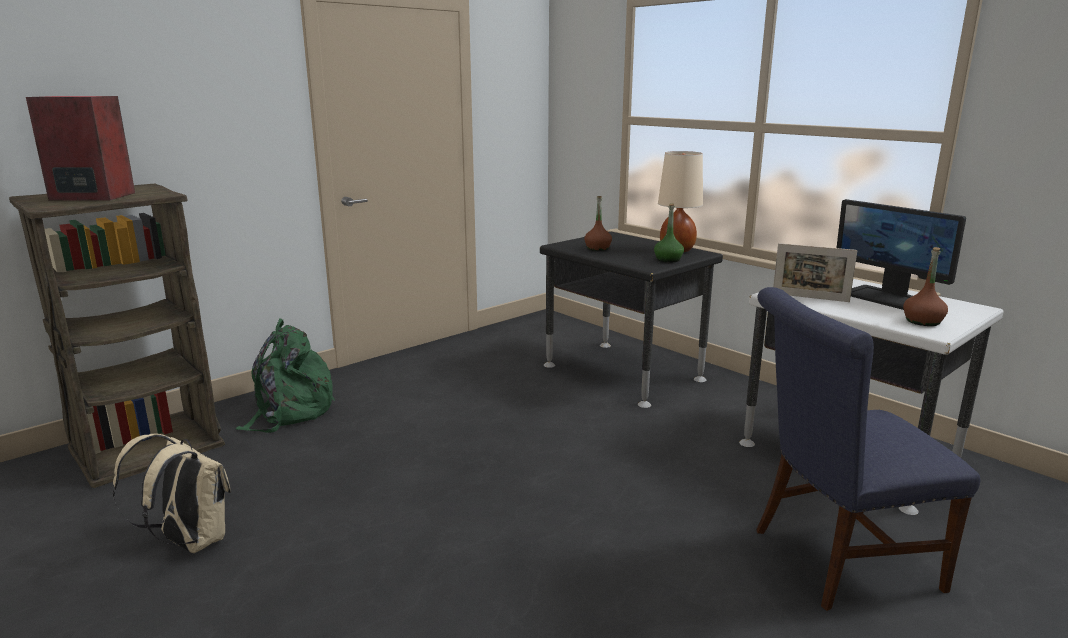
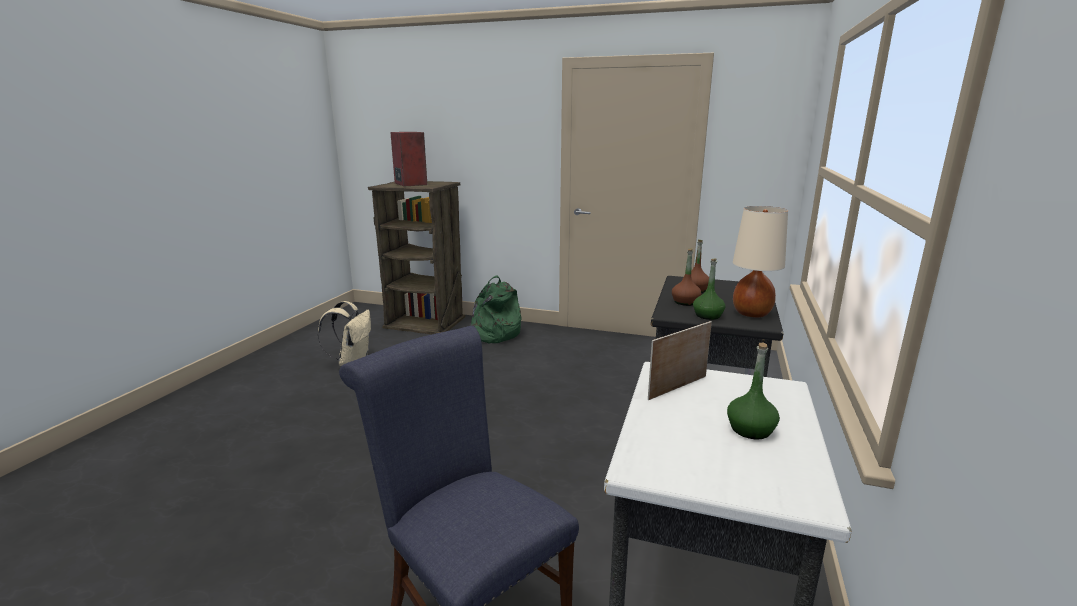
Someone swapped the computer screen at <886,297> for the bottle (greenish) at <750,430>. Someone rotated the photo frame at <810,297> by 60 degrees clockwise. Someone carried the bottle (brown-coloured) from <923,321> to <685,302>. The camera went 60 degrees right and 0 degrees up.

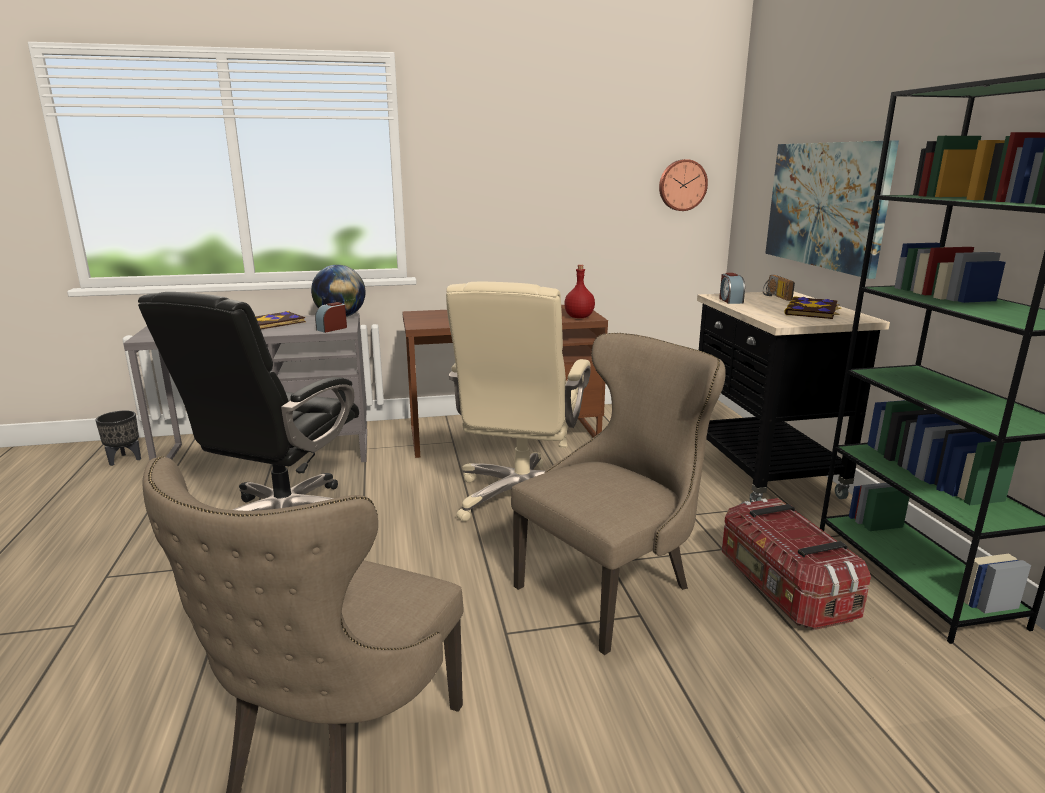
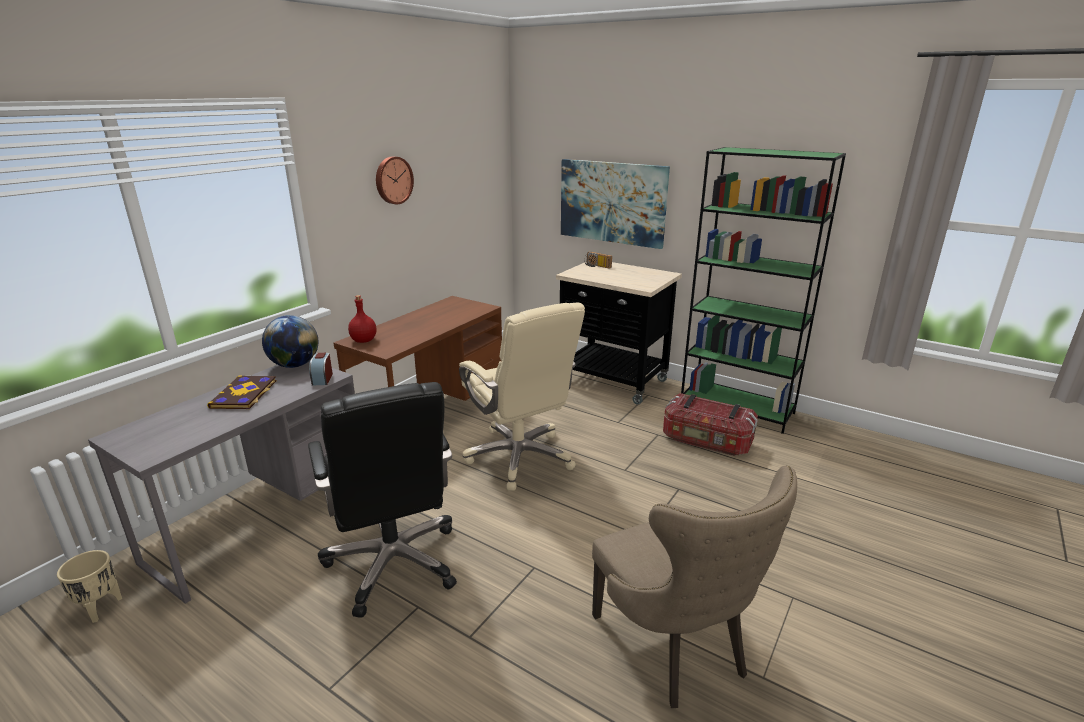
Someone carried the hanging clock from <682,185> to <393,180>. Someone carried the bottle (red) from <578,317> to <363,340>. Someone took away the alarm clock at <730,300>. Someone took away the volume at <812,310>. Someone took away the chair (beige) at <611,588>. Someone repainted the flower pot (black) at <125,459>, which became the flower pot (beige) at <100,608>. The camera went 45 degrees left and 5 degrees up.

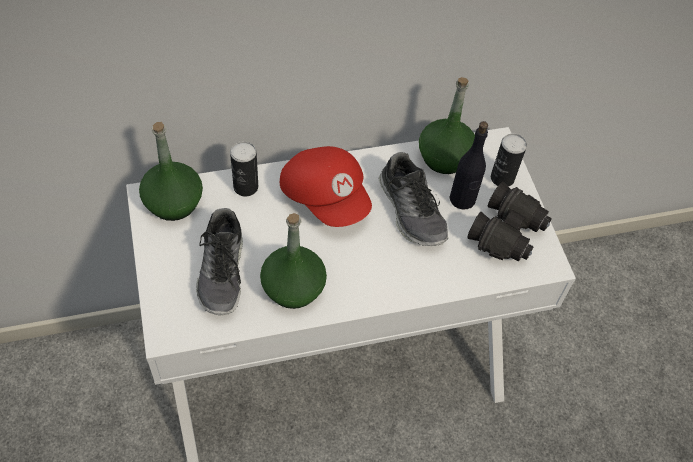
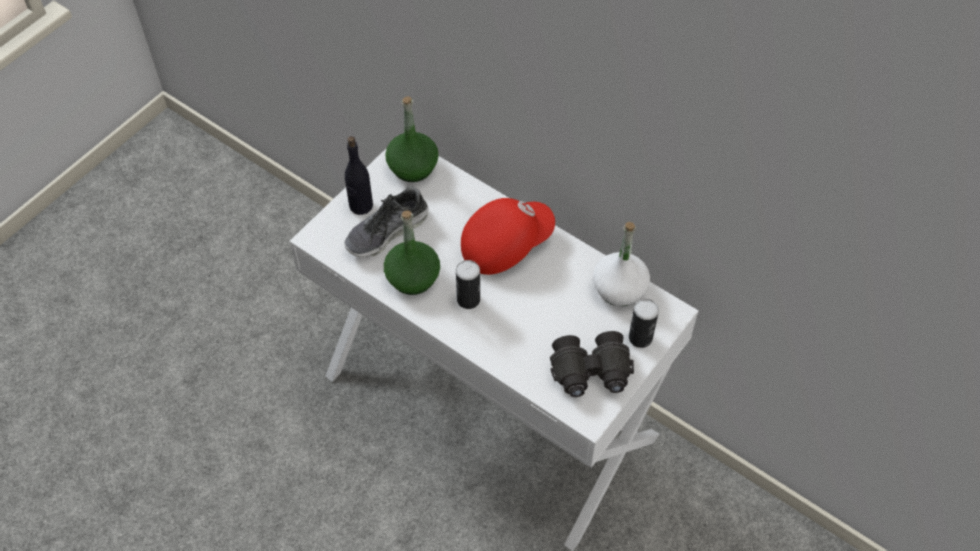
Someone repainted the bottle (greenish) at <444,157>, which became the bottle (white) at <619,289>. Someone carried the bottle (black) from <462,199> to <360,206>. Someone carried the metal can from <246,187> to <468,299>. Someone rotated the peaked cap (red) at <326,197> by 135 degrees counterclockwise. Someone took away the item of footwear at <411,211>. The camera went 55 degrees right and 0 degrees up.

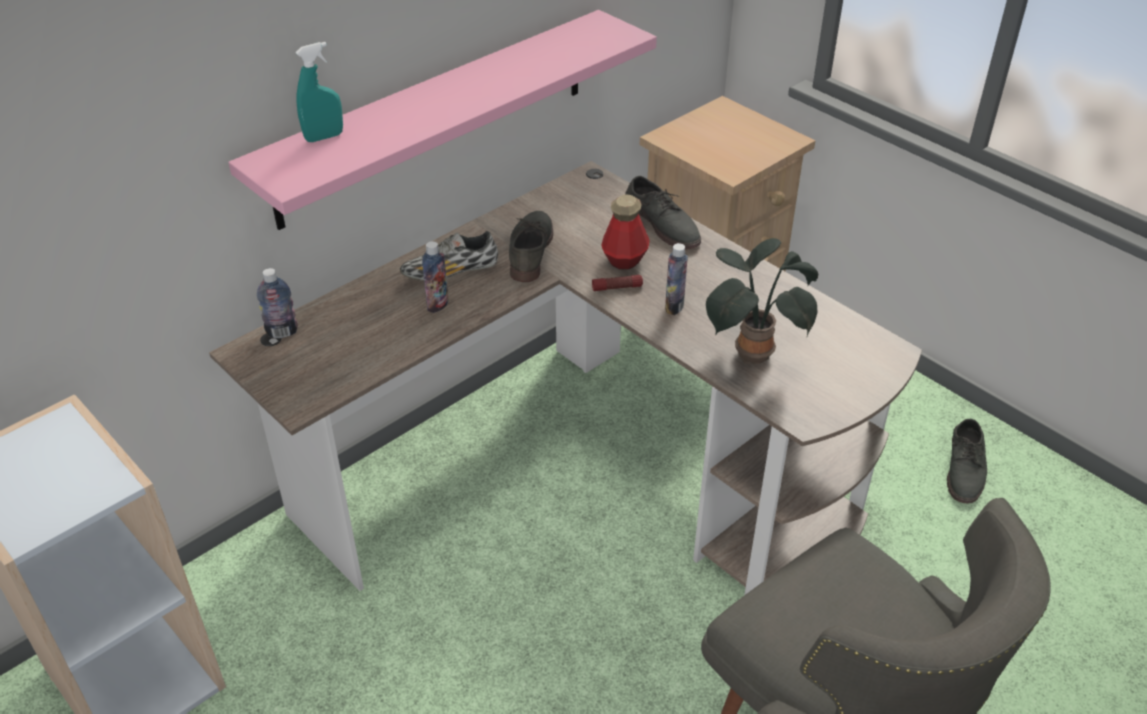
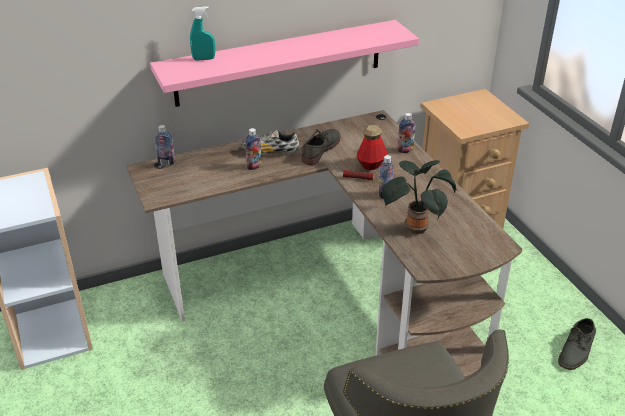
Someone swapped the item of footwear (grey) at <663,223> for the bottle at <405,150>. The camera went 20 degrees right and 5 degrees down.

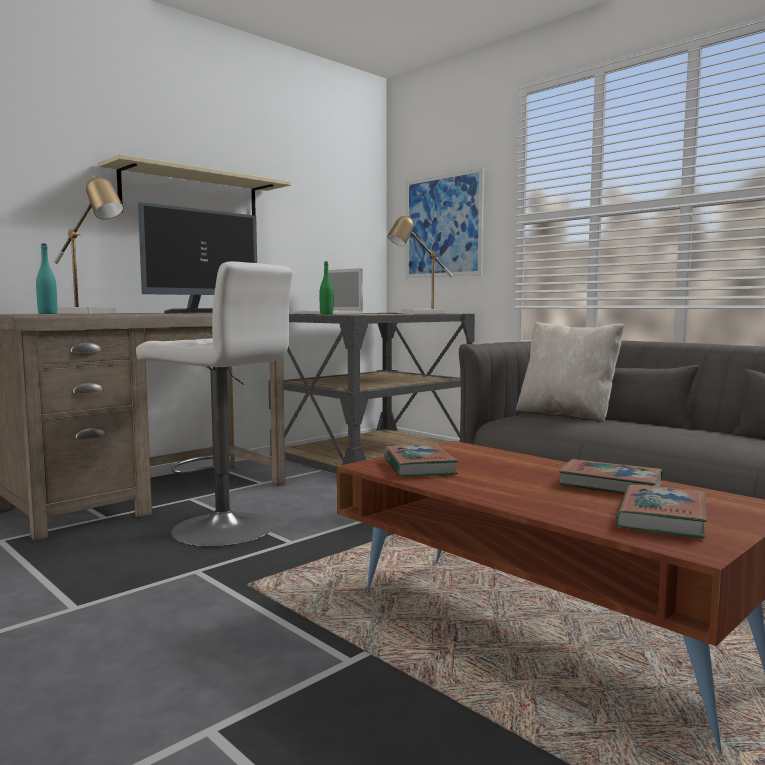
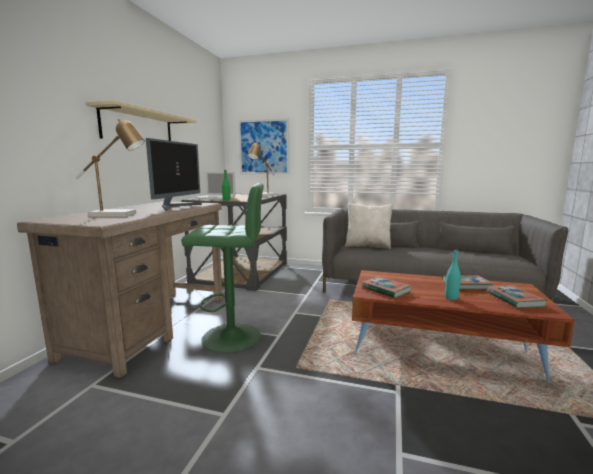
Someone carried the bottle (turquoise-coloured) from <47,314> to <451,297>. Someone repainted the sitting stool (white) at <223,530>, which became the sitting stool (greenish) at <232,337>. The camera went 30 degrees left and 5 degrees up.

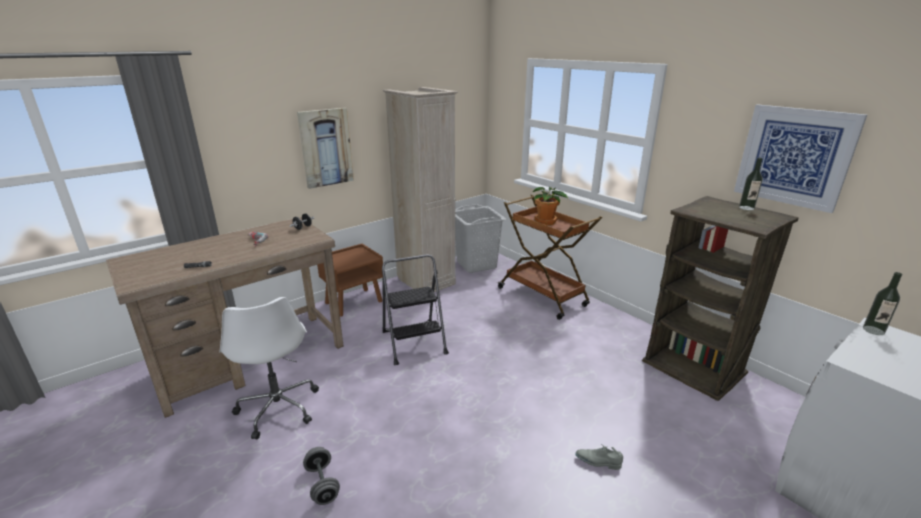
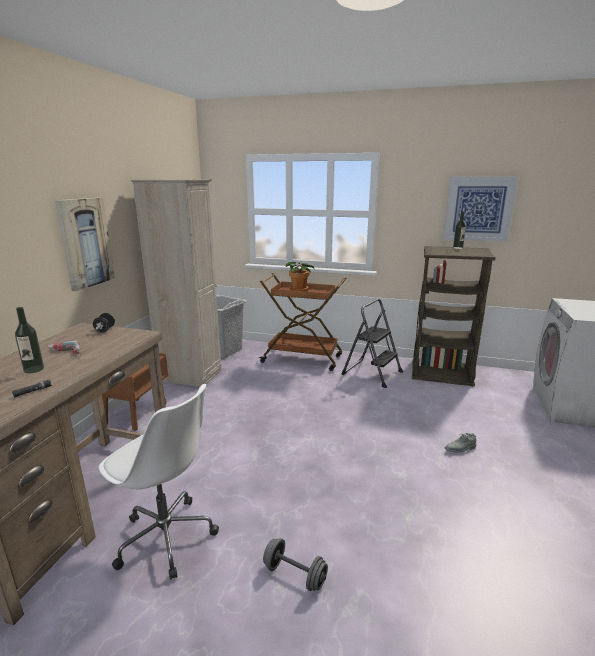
Someone carried the step ladder (black) from <413,340> to <370,372>. Someone carried the bottle from <873,330> to <34,369>. The camera went 35 degrees left and 5 degrees down.

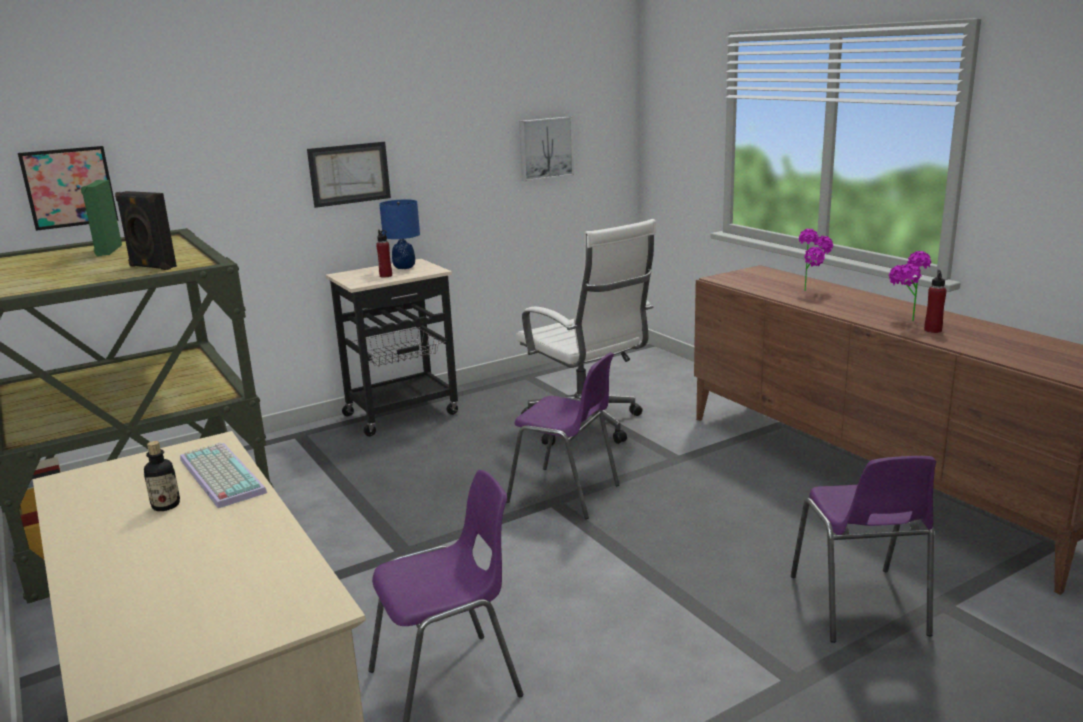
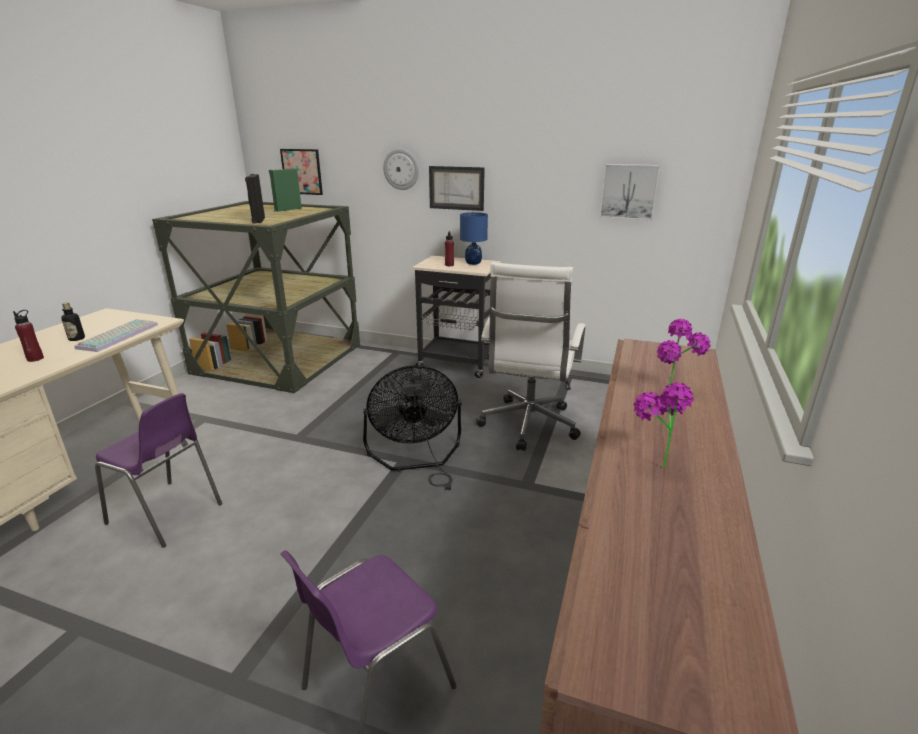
Someone carried the bottle (red) from <932,330> to <35,359>. Someone swapped the chair (purplish) at <566,494> for the cooling fan (black) at <419,460>. Someone put up the hanging clock at <401,169>. The camera went 50 degrees right and 5 degrees up.

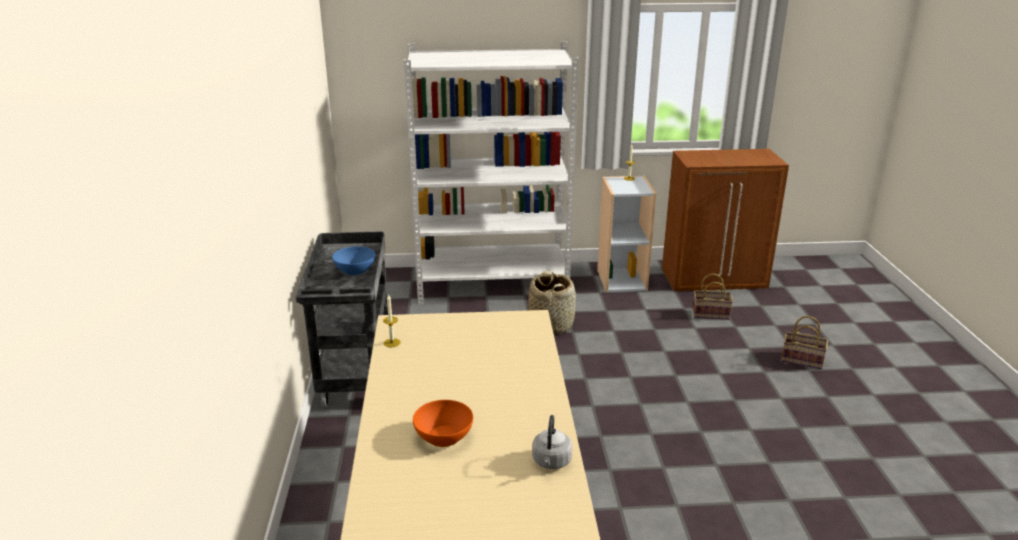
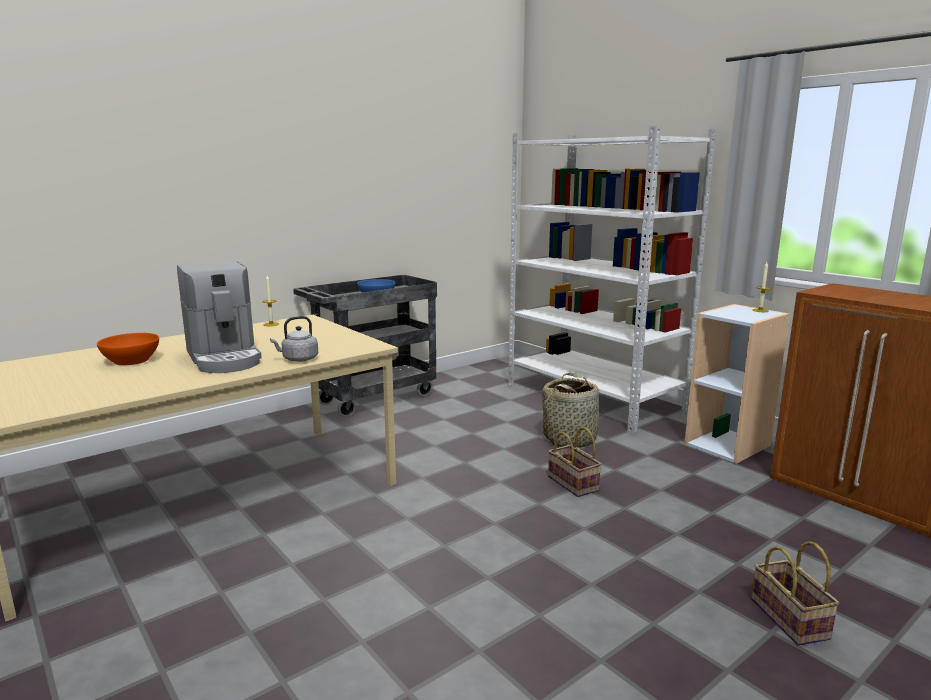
Someone carried the storage basket from <711,314> to <574,484>. Someone carried the kettle (grey) from <551,462> to <298,359>. Someone put down the coffee machine at <224,358>. The camera went 55 degrees right and 10 degrees down.

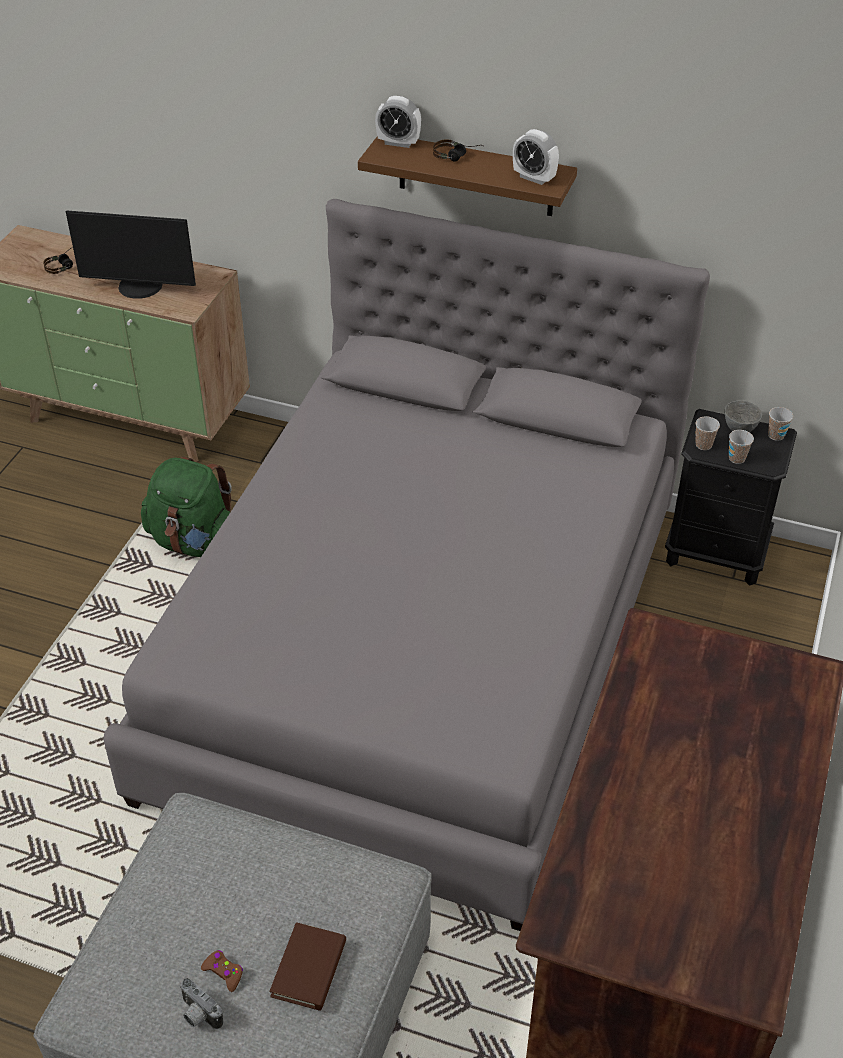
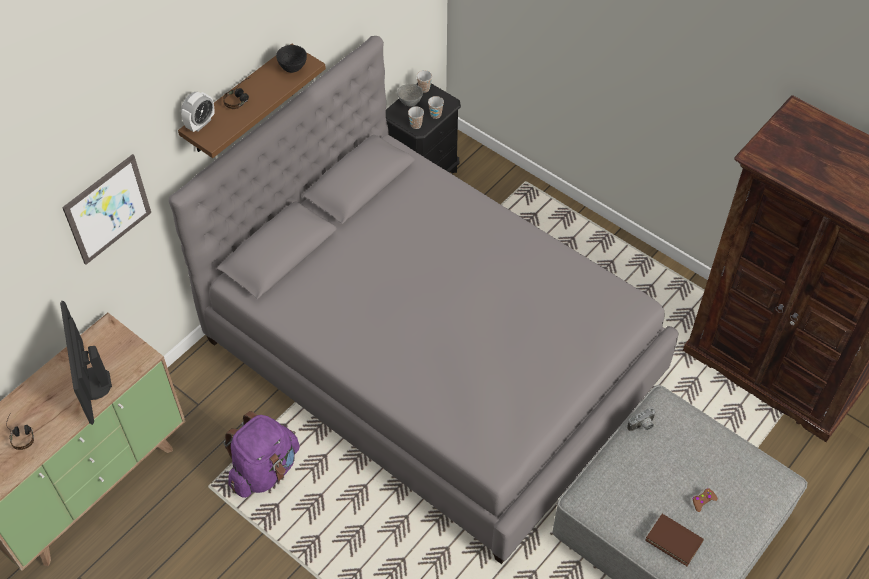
Someone swapped the alarm clock at <534,178> for the bowl (black) at <293,68>. Someone rotated the computer screen at <139,287> by 135 degrees clockwise. Someone repainted the rucksack (greenish) at <194,542>, which became the rucksack (purplish) at <265,470>. Someone carried the volume (brown-coloured) from <309,969> to <674,540>. Someone carried the still camera from <198,1015> to <642,426>. Someone put up the picture at <108,209>. The camera went 70 degrees left and 10 degrees up.

